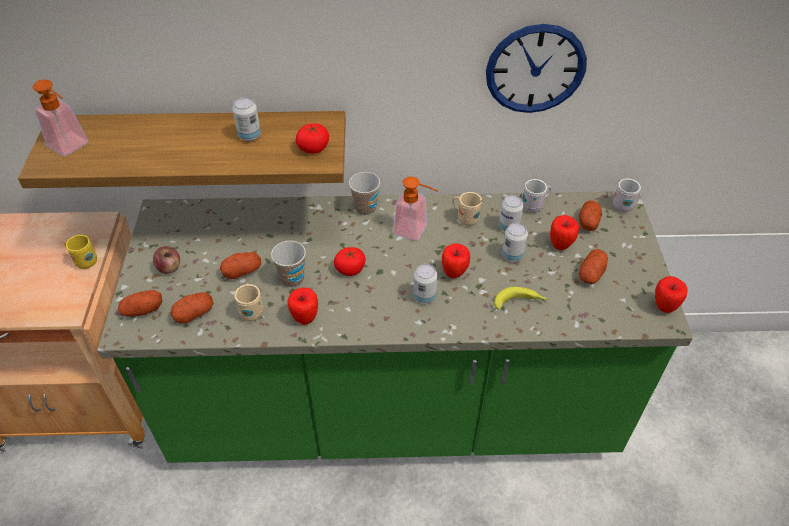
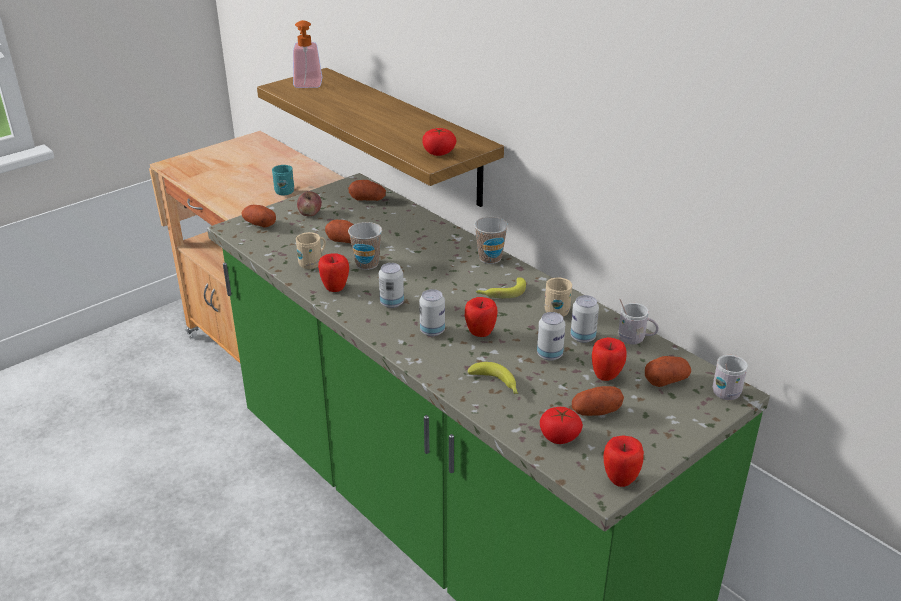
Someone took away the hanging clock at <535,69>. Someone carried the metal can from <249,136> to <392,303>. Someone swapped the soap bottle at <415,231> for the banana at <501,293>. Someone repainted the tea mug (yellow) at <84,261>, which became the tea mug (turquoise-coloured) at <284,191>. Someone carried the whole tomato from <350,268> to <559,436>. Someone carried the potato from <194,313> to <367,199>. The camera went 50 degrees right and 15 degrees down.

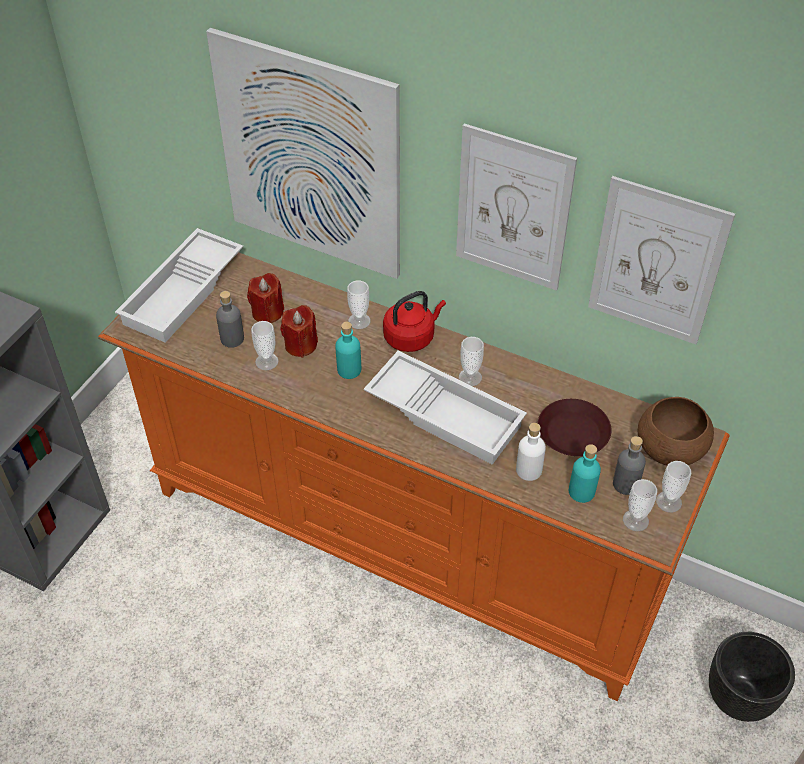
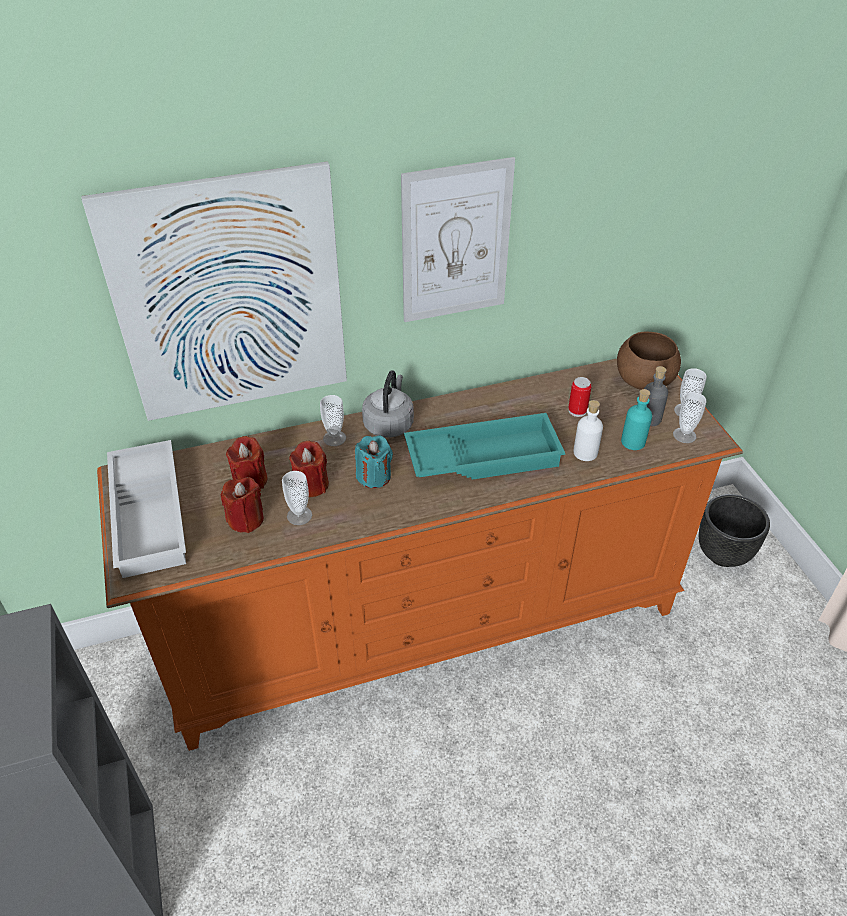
Someone took away the picture at <656,262>. Someone swapped the bottle (grey) at <232,339> for the candle (red) at <246,519>. Someone repainted the kettle (red) at <411,337>, which became the kettle (grey) at <389,423>. Someone swapped the bottle (turquoise-coloured) at <349,370> for the candle (turquoise-coloured) at <374,476>. Someone took away the small cup at <470,377>. Someone repainted the carrying tray (white) at <446,413>, which became the carrying tray (turquoise-coloured) at <483,456>. Someone swapped the dinner plate (brown-coloured) at <572,432> for the metal can at <577,411>. The camera went 45 degrees left and 5 degrees down.

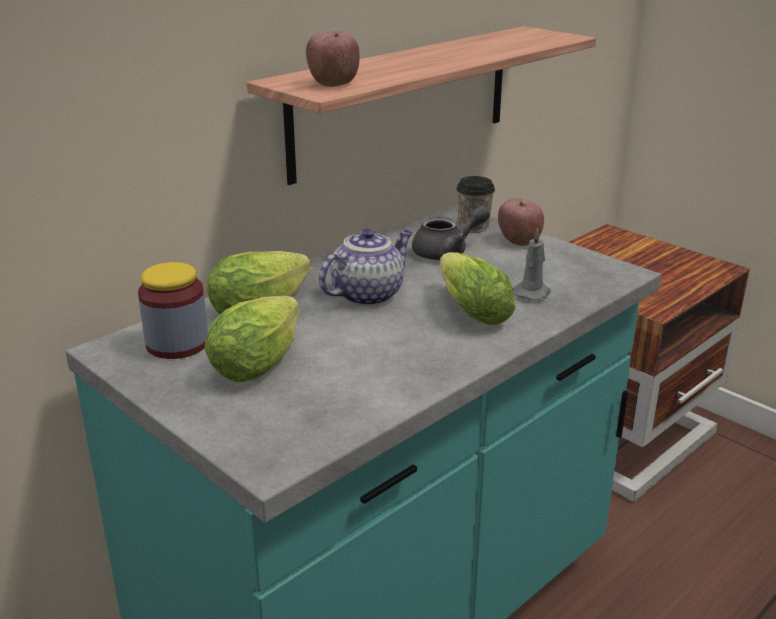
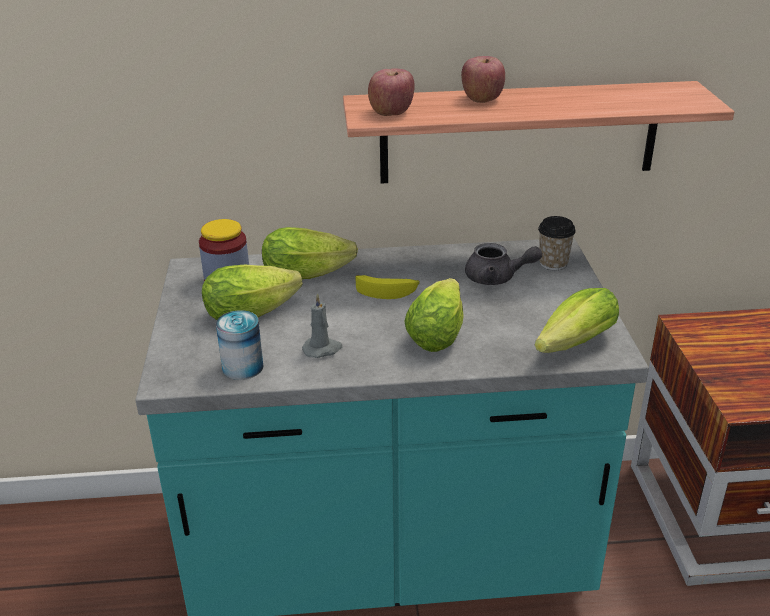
Someone carried the whole apple from <519,241> to <482,99>. Someone swapped the pot for tea at <368,294> for the banana at <387,290>. Someone carried the candle (grey) from <532,293> to <322,349>. Someone put down the head of lettuce at <571,346>. Someone put down the metal can at <242,367>. The camera went 40 degrees right and 5 degrees up.

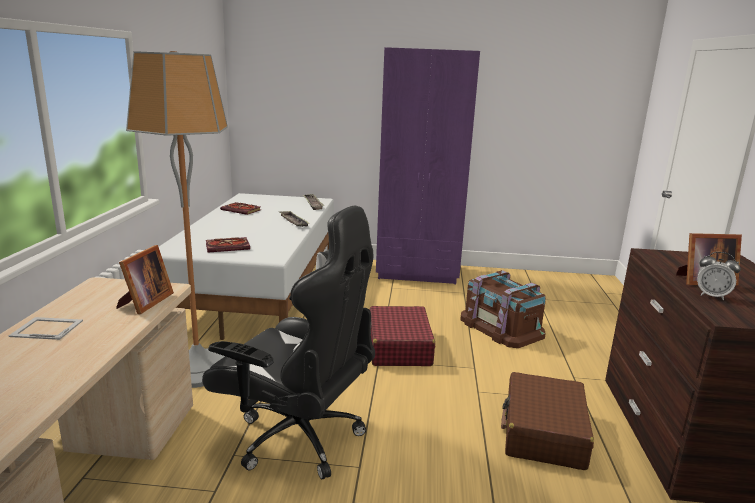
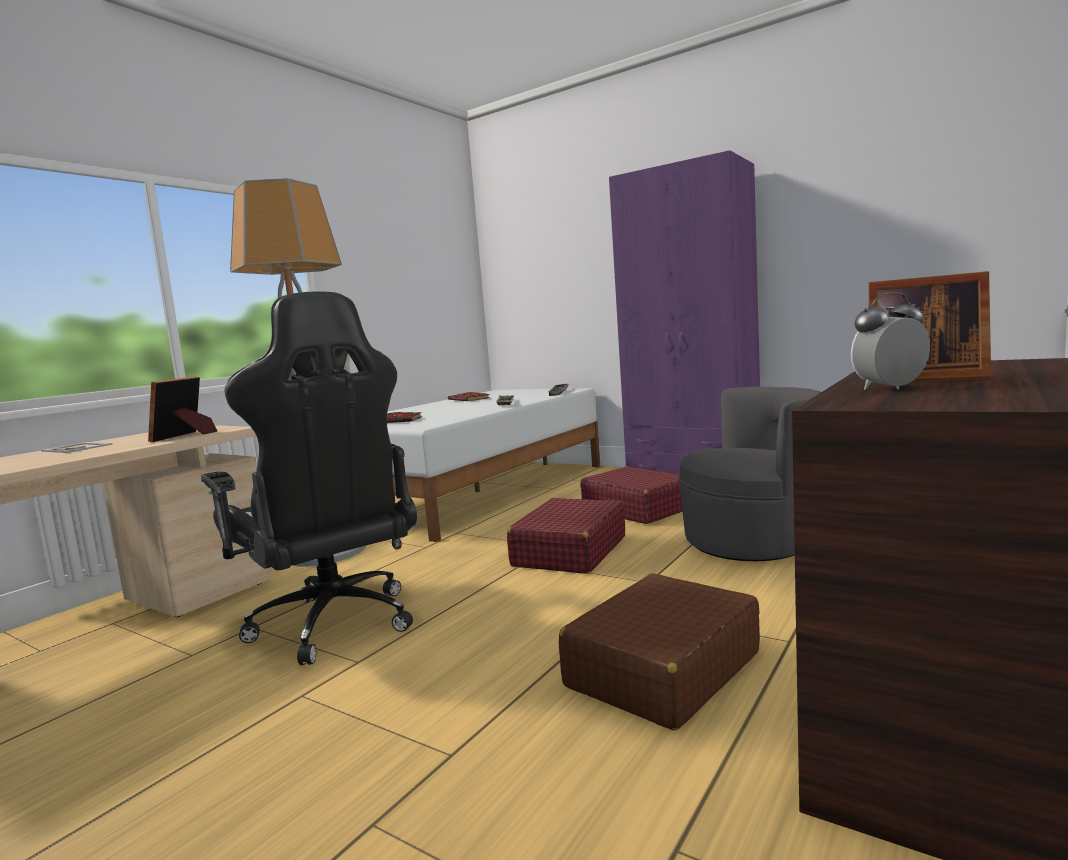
Someone rotated the photo frame at <144,303> by 150 degrees clockwise. Someone rotated the alarm clock at <712,296> by 105 degrees clockwise. Someone swapped the storage container (brown-coloured) at <501,327> for the lounge chair (grey) at <751,542>. Someone put down the travel case (red) at <637,509>. The camera went 30 degrees right and 10 degrees down.

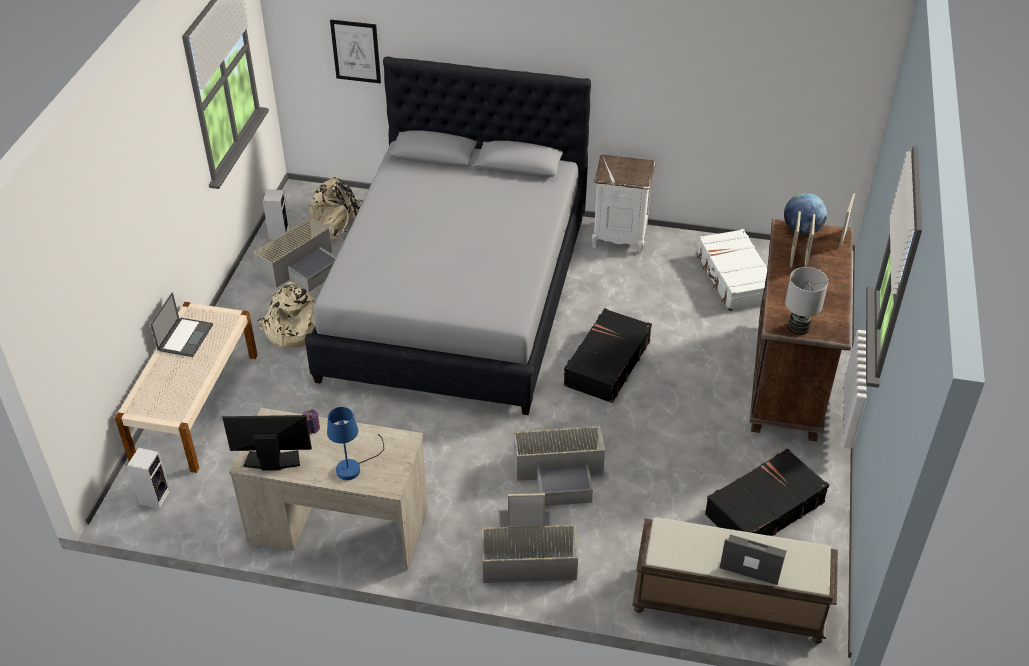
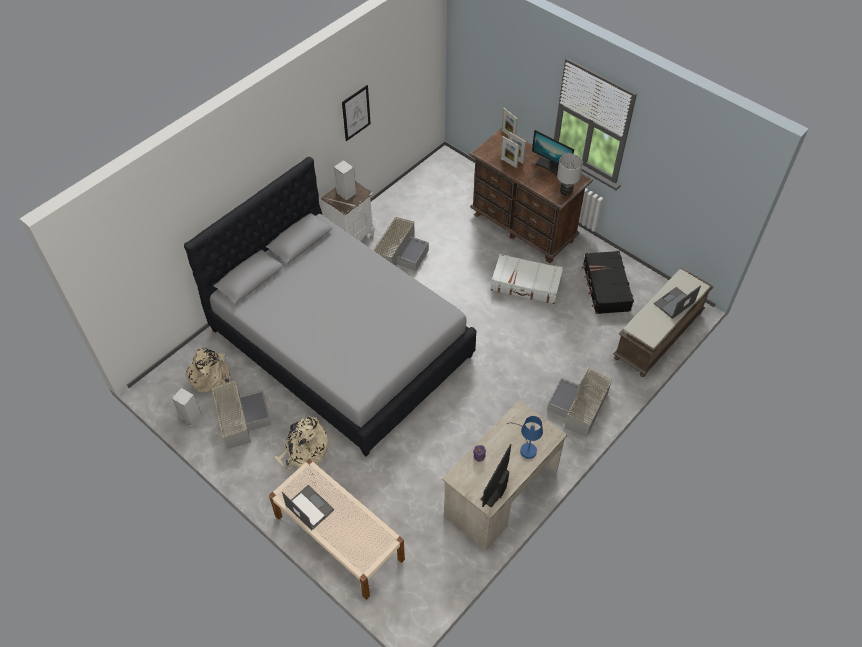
Someone carried the picture from <356,51> to <356,113>. Someone took away the world globe at <802,230>. Someone carried the travel case (white) from <734,278> to <526,284>. Someone took away the travel case (black) at <606,364>. Someone carried the storage container (grey) from <561,472> to <400,252>. Someone carried the audio speaker from <155,496> to <345,193>. Someone put down the computer screen at <550,166>. The camera went 60 degrees left and 10 degrees up.

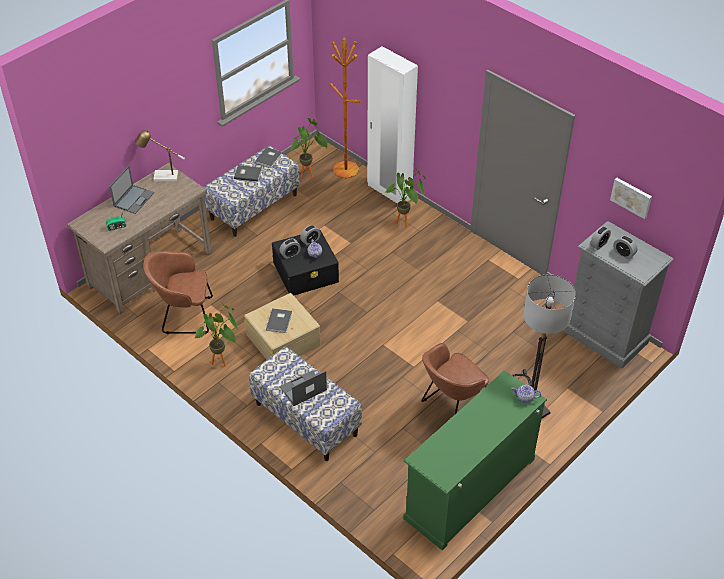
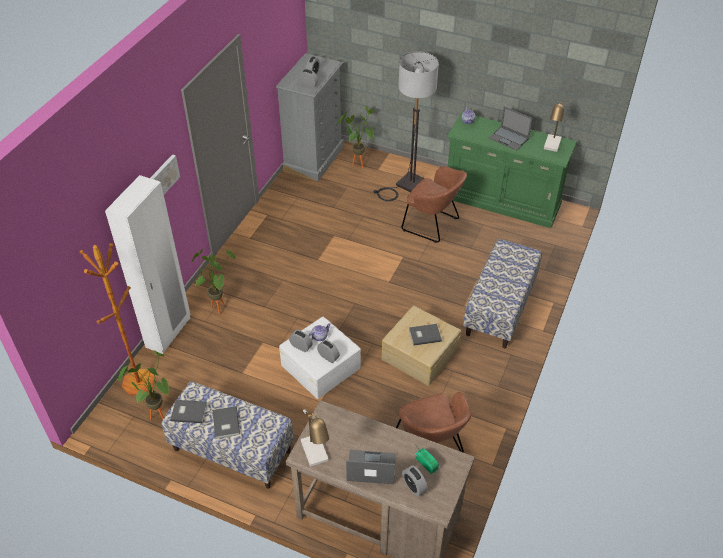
Someone carried the picture from <631,197> to <163,177>. Someone repainted the storage container (black) at <306,272>, which became the storage container (white) at <320,365>. Someone carried the plant in a pot from <223,362> to <357,162>. Someone carried the portable computer from <302,389> to <509,138>. Someone put down the table lamp at <552,146>. Someone put down the alarm clock at <414,486>. The camera went 110 degrees left and 0 degrees up.

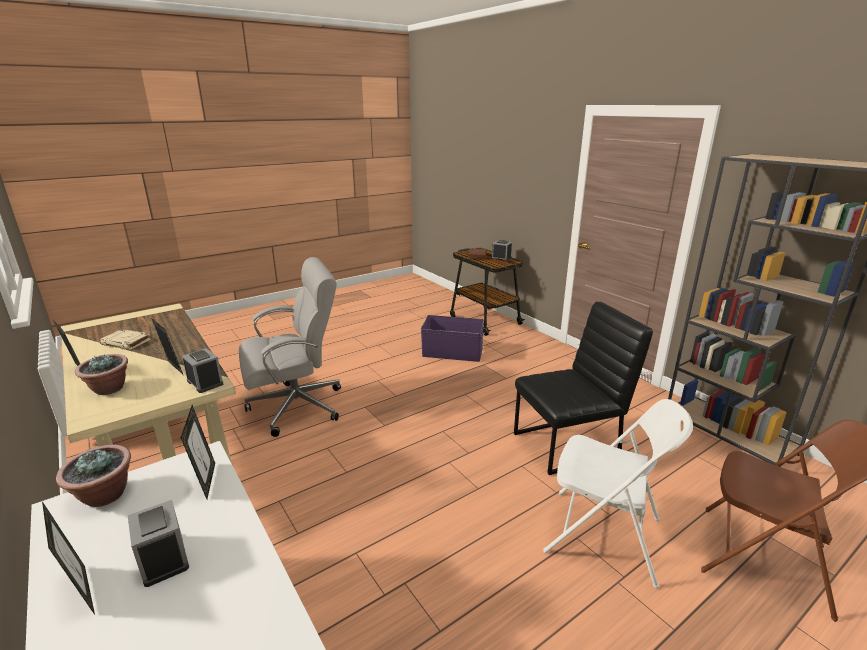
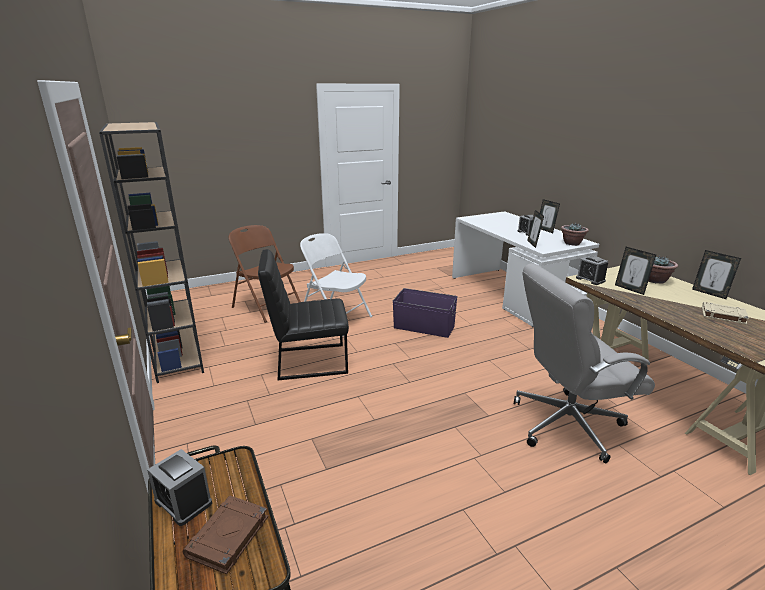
Someone carried the storage container (purplish) from <452,352> to <424,327>. The camera went 170 degrees left and 0 degrees up.

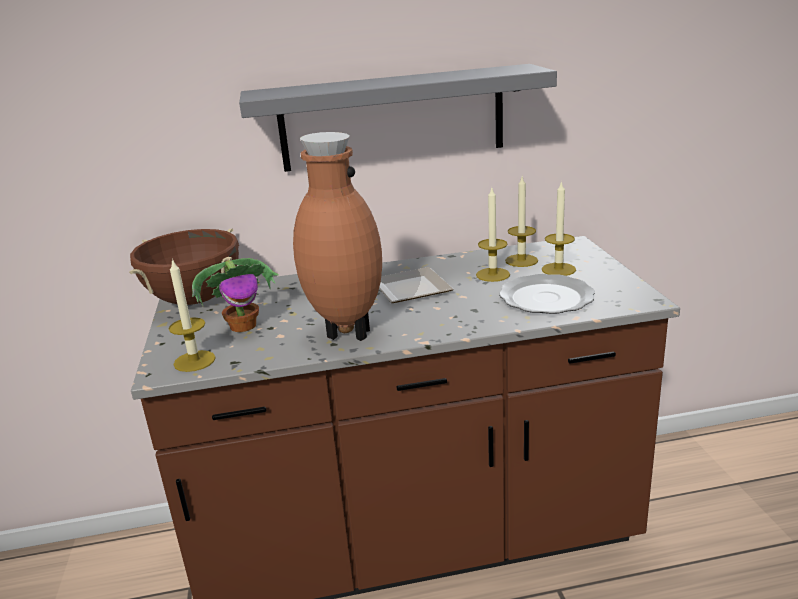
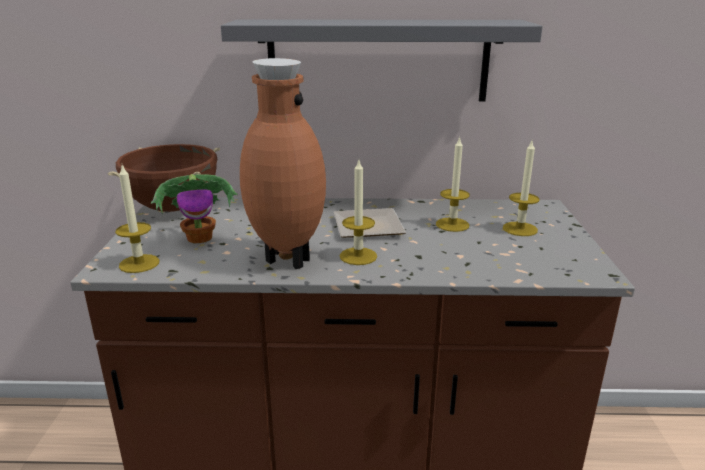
Someone carried the candle from <521,260> to <358,256>. Someone took away the dinner plate at <545,297>. The camera went 10 degrees right and 0 degrees up.

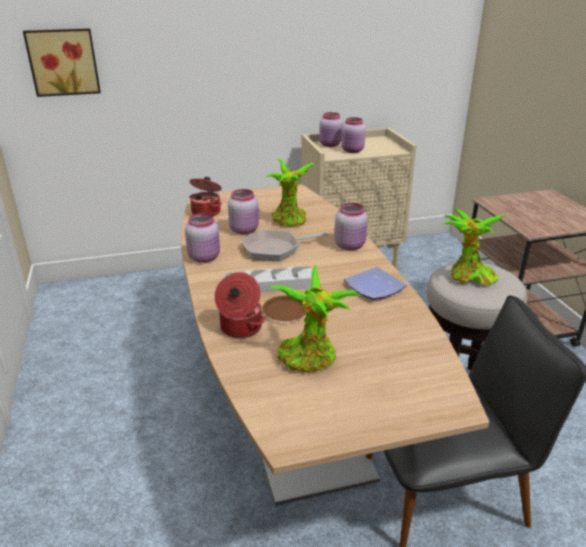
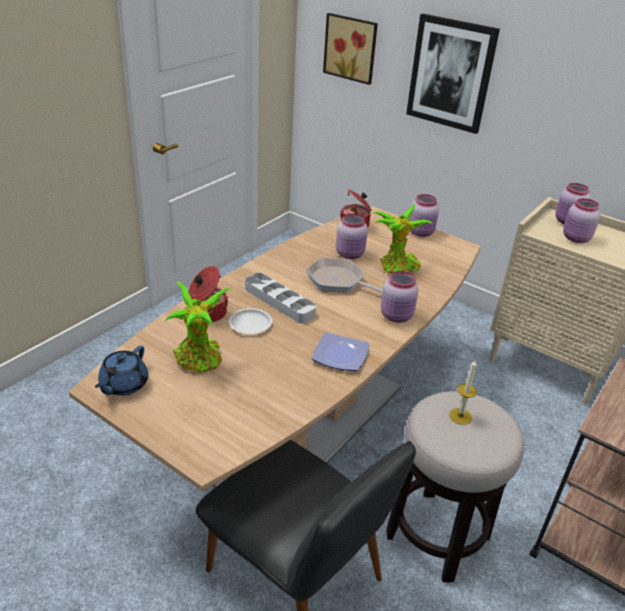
Someone swapped the plant in a pot at <469,277> for the candle at <460,416>. Someone carried the storage jar (pink) from <205,257> to <421,232>. Someone repainted the dinner plate (brown-coloured) at <285,311>, which became the dinner plate (white) at <250,324>. Someone put up the picture at <451,73>. Someone put down the pot for tea (blue-coloured) at <123,385>. The camera went 50 degrees right and 5 degrees up.

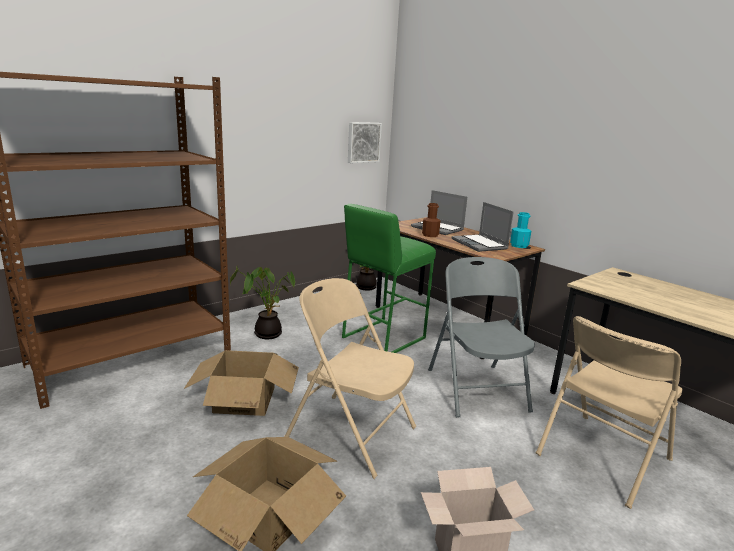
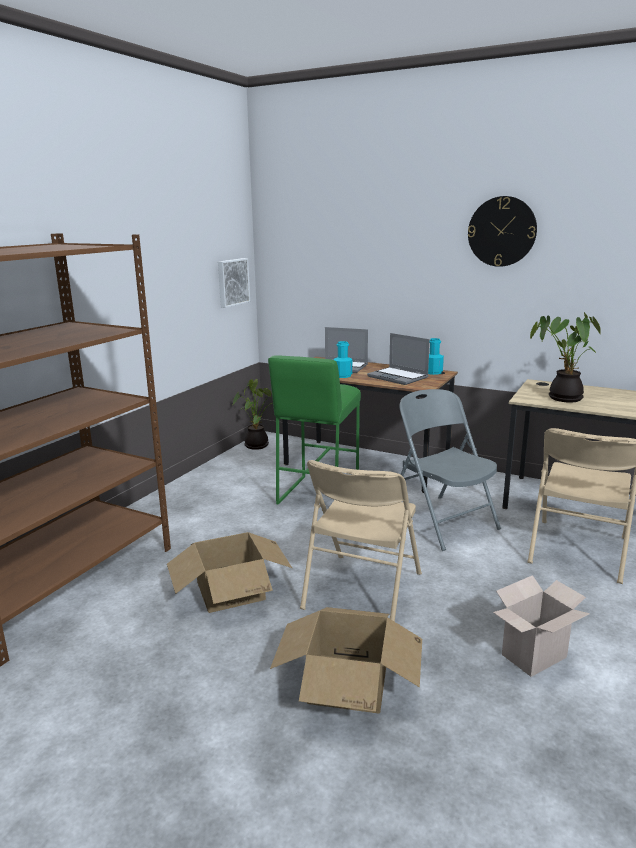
Someone repainted the bottle (brown-coloured) at <430,235>, which became the bottle (turquoise-coloured) at <342,376>. Someone carried the plant in a pot from <267,333> to <562,398>. Someone rotated the chair (beige) at <352,432> by 75 degrees counterclockwise. Someone put up the hanging clock at <502,231>. The camera went 20 degrees left and 0 degrees up.

